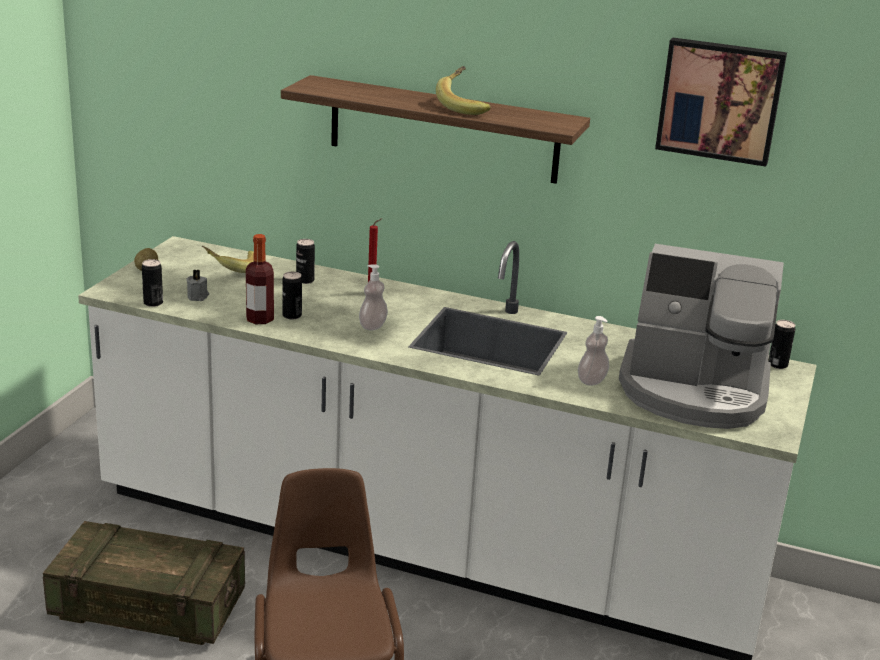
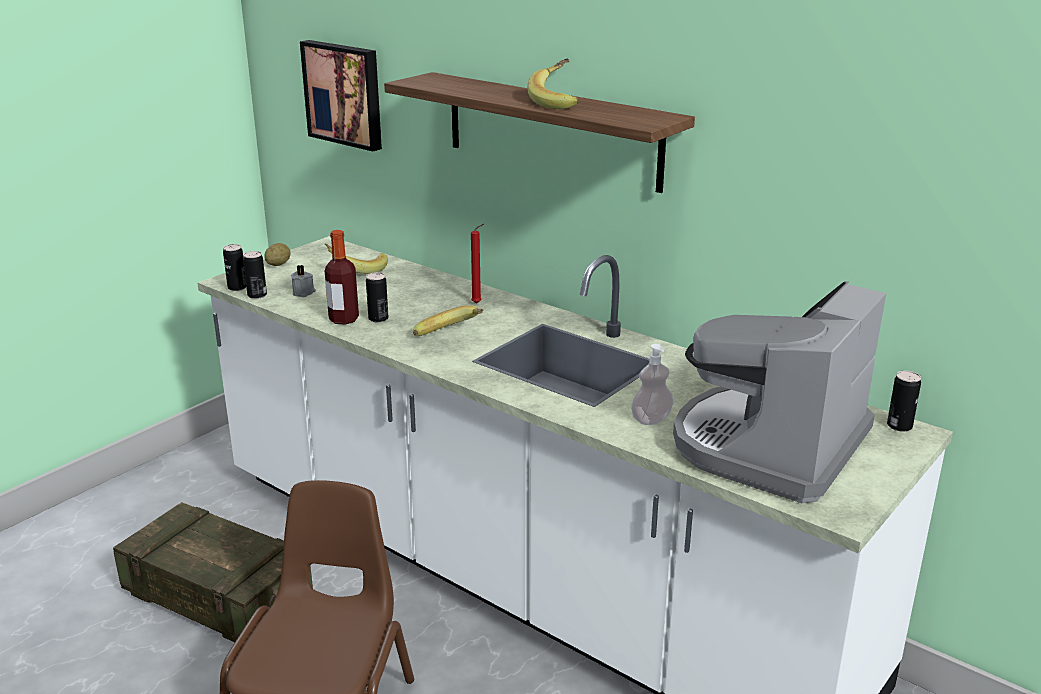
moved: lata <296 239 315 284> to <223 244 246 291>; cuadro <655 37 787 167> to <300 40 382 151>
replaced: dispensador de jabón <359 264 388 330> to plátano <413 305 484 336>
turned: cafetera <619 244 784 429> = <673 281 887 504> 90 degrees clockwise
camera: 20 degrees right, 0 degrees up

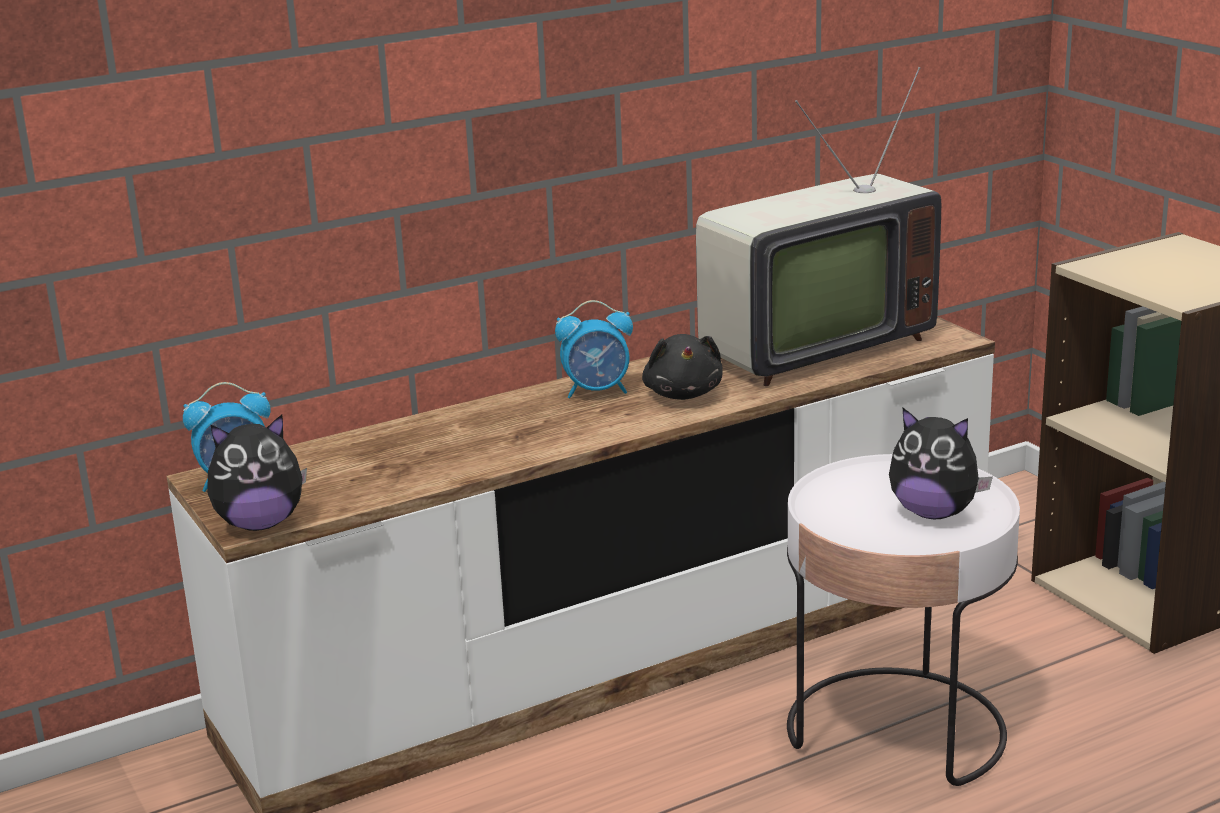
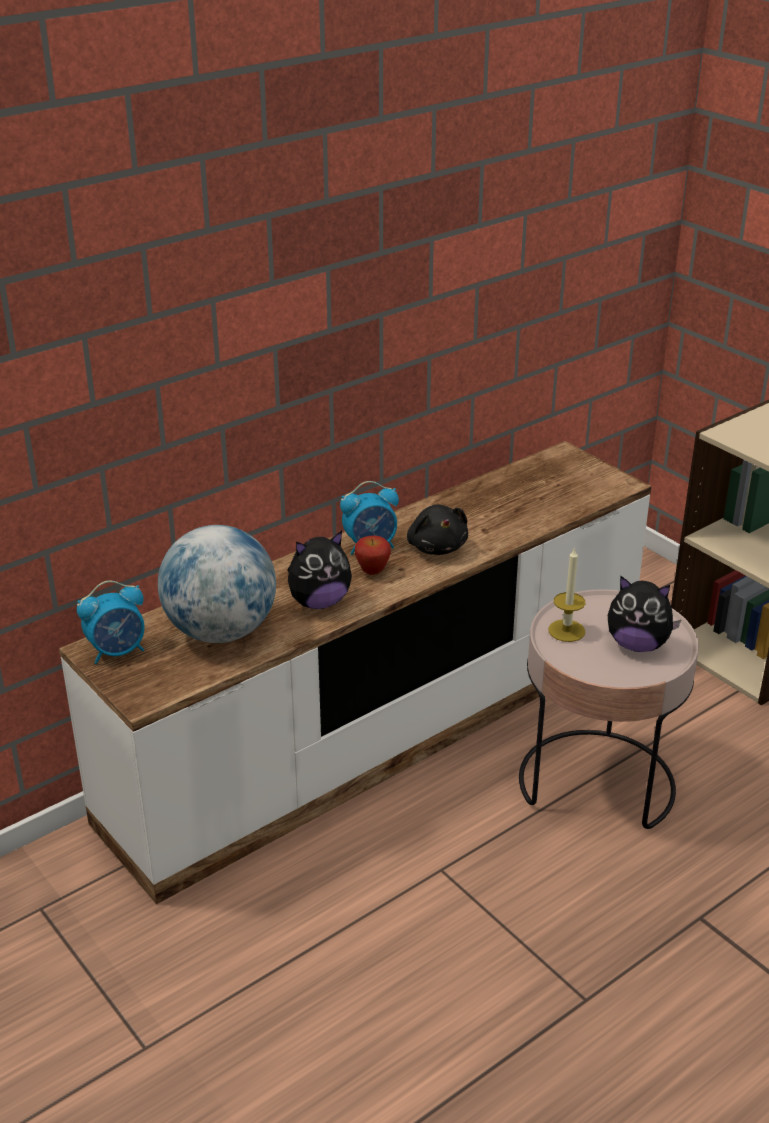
removed: televisor <696 67 941 386>
added: globo terráqueo <158 525 276 643>; manzana <355 536 391 575>; vela <548 547 585 642>
moved: peluche <207 415 307 531> to <287 531 352 609>
recoloured: mesa auxiliar/blanco <787 454 1020 786> to mesa auxiliar/rosa <519 589 699 829>
camera: 10 degrees left, 10 degrees up

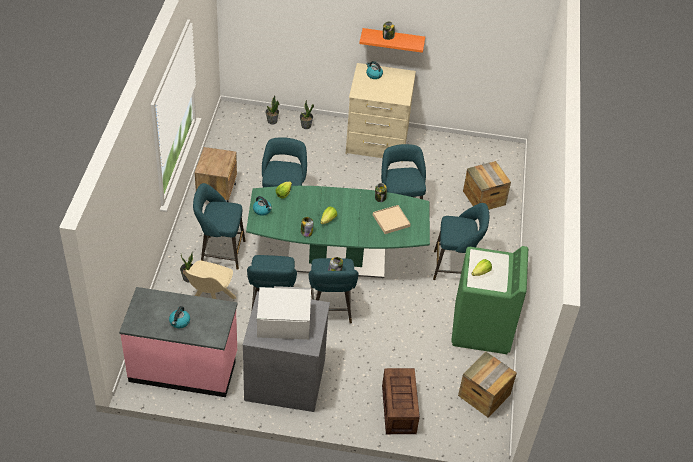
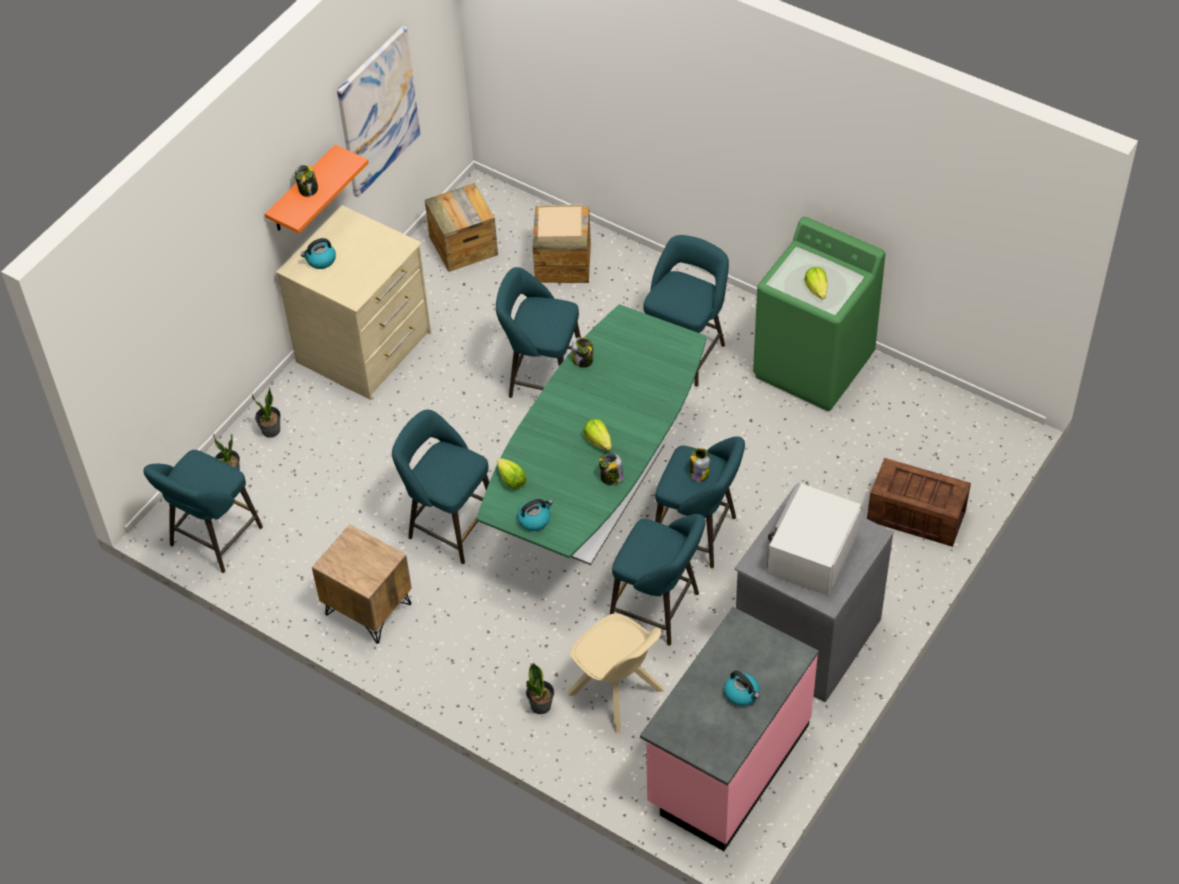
added: cuadro <337 26 420 198>
moved: taburete/turquesa <193 183 245 270> to <143 450 263 573>; bandeja/beis <373 205 411 234> to <538 205 582 241>; caja de embalaje <458 352 517 418> to <425 183 498 272>
camera: 60 degrees left, 5 degrees up

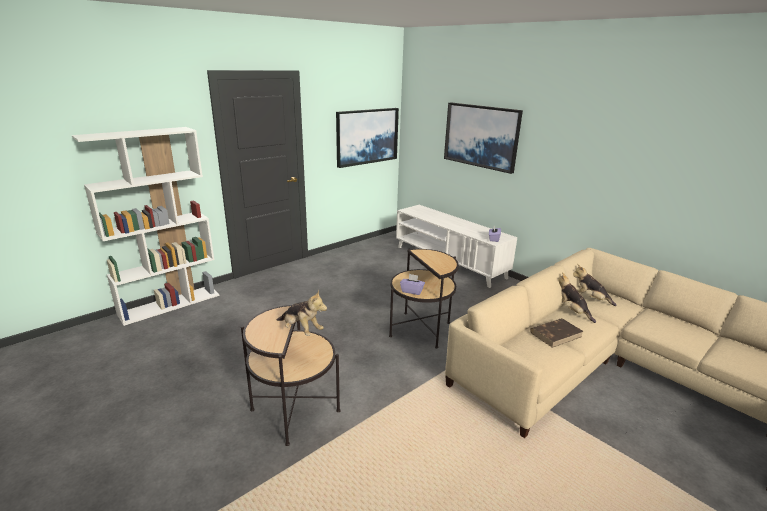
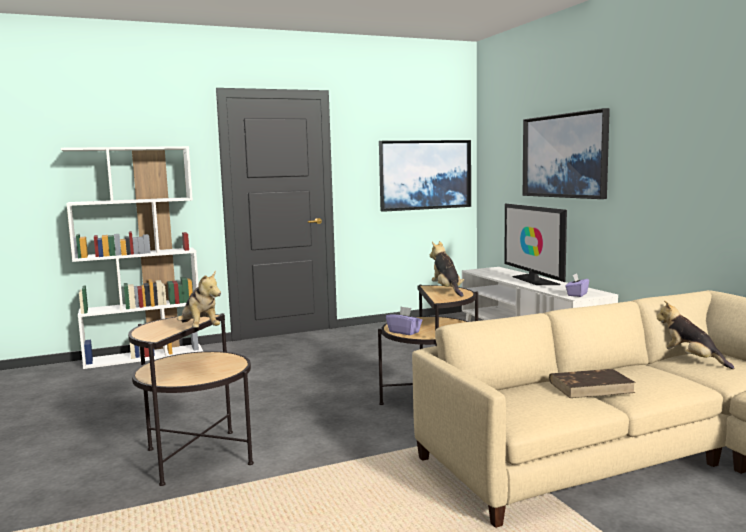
added: televisor <504 204 567 285>
moved: peluche <558 272 596 323> to <430 241 464 297>
camera: 20 degrees right, 15 degrees down

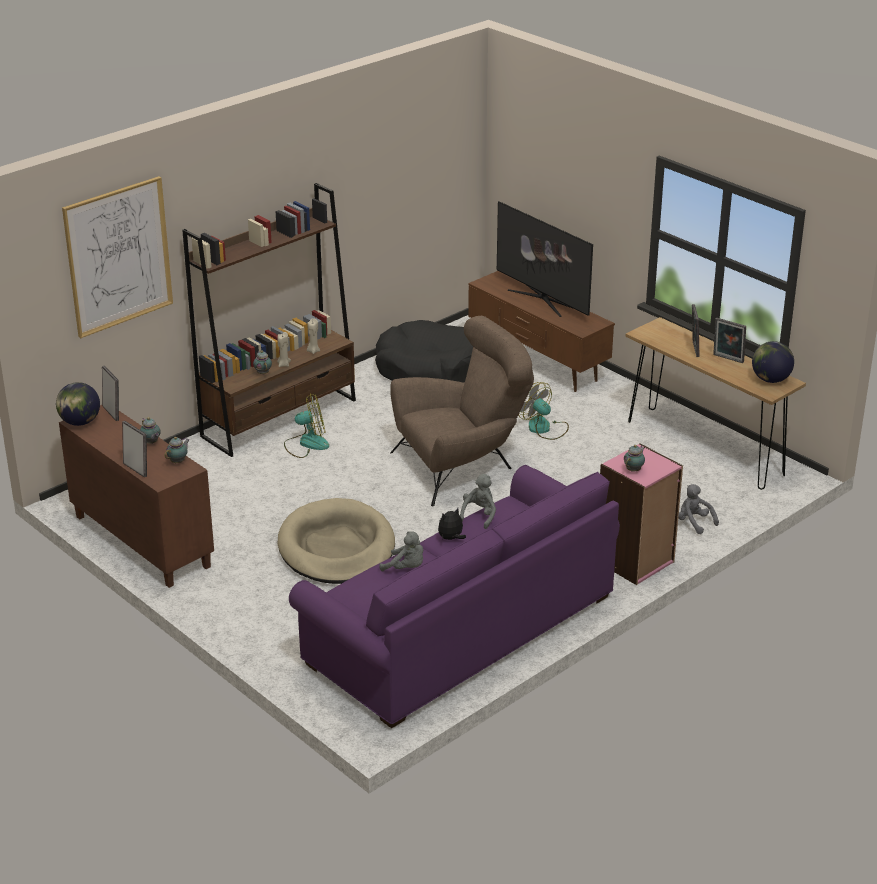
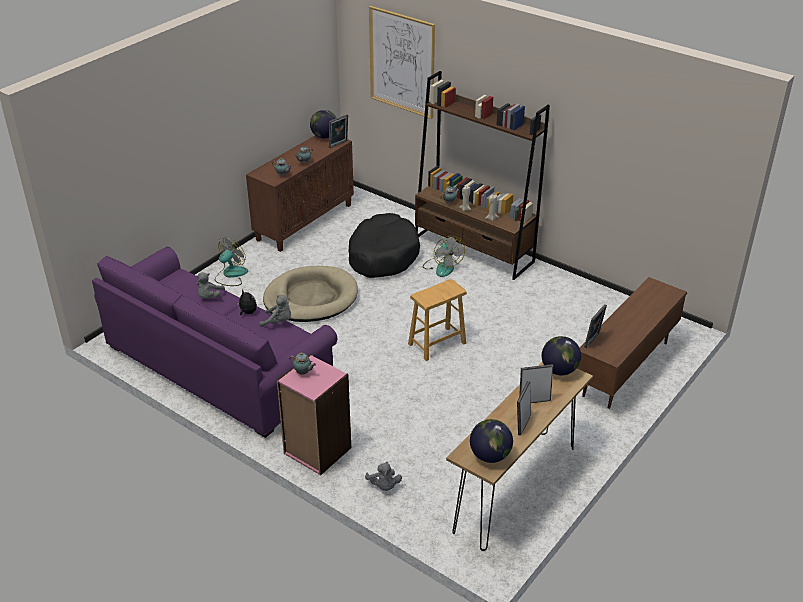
removed: televisor <497 201 593 317>
added: globo terráqueo <542 336 581 375>
moved: portarretratos <122 421 147 477> to <584 304 607 348>; cama para perro/negro <375 320 473 383> to <348 213 420 278>; ventilador <519 382 569 440> to <215 237 248 286>
replaced: sillón/marrón <390 316 534 506> to taburete/marrón <408 279 467 361>
turned: peluche/gris <678 484 719 534> = <365 461 402 491> 120 degrees clockwise
camera: 80 degrees right, 5 degrees up

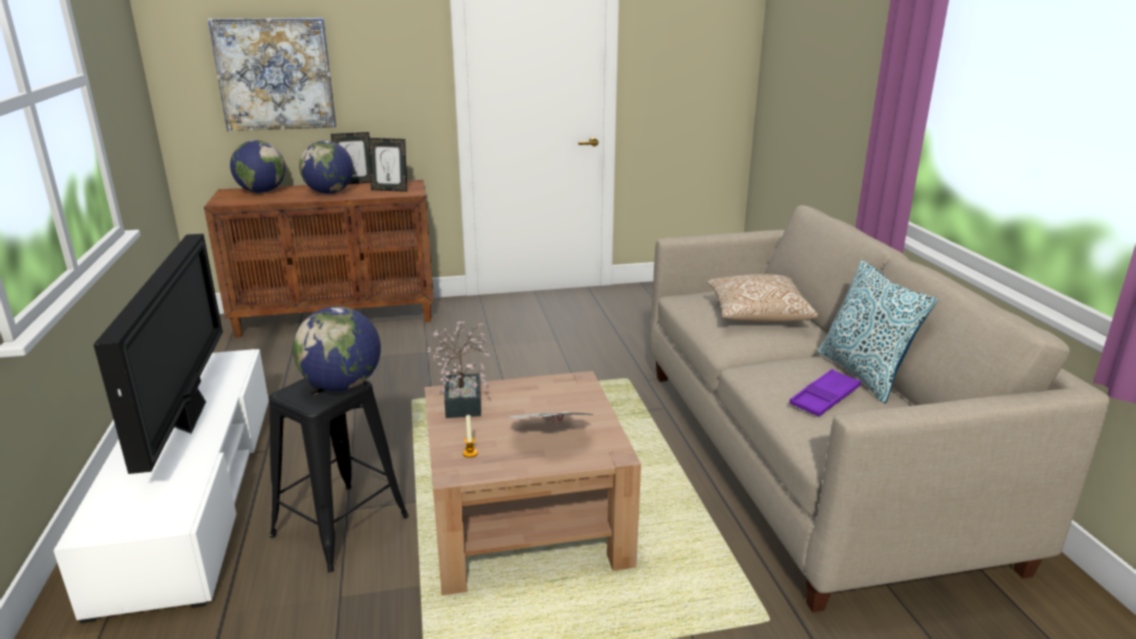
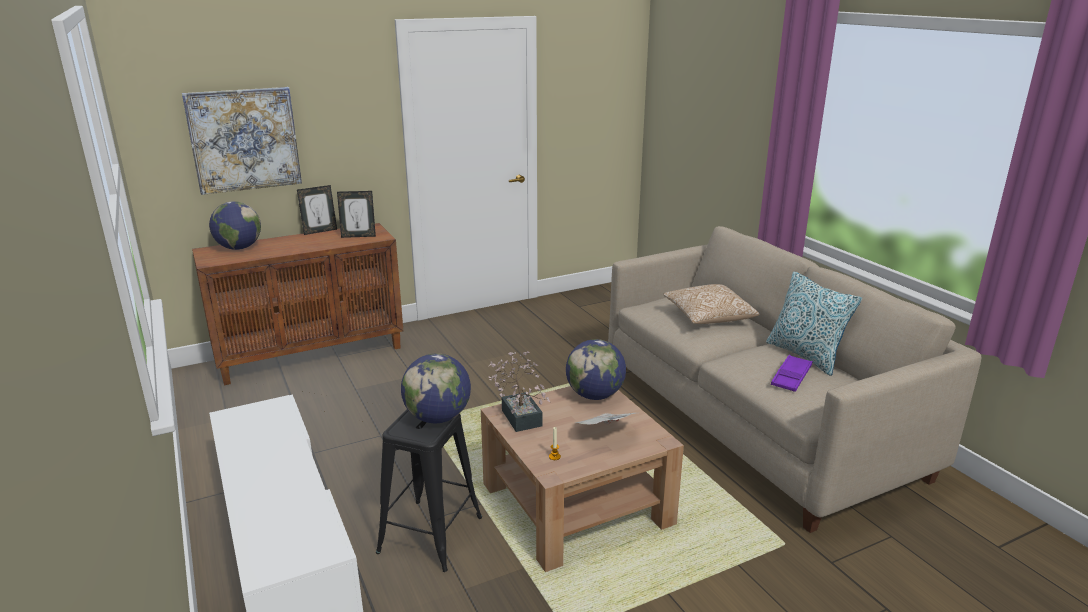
removed: televisor <93 234 223 474>
moved: globo terráqueo <299 141 353 194> to <566 339 626 400>
camera: 15 degrees left, 0 degrees up

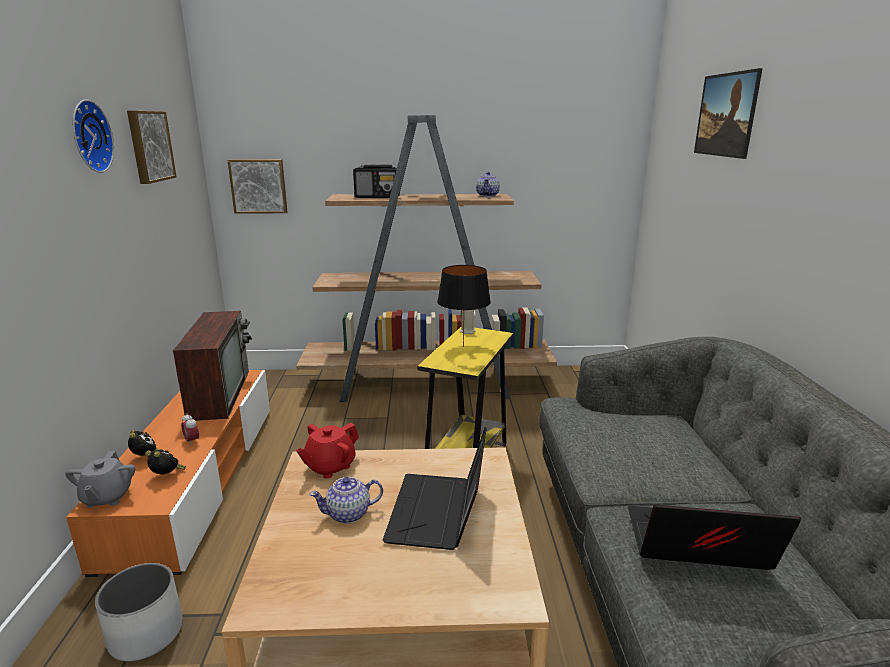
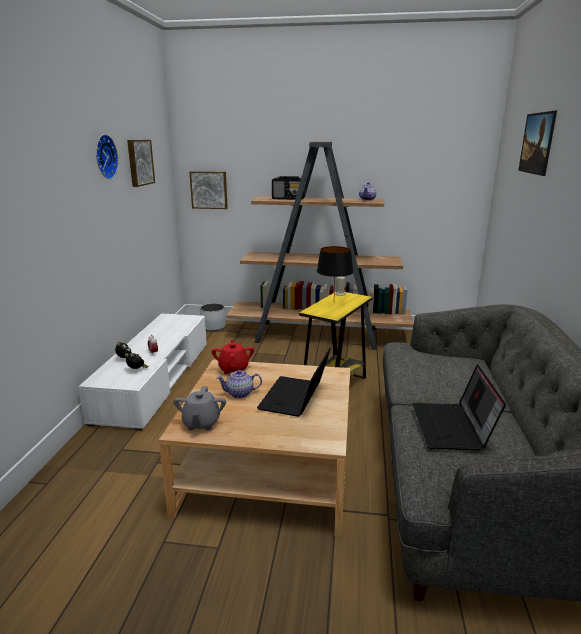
removed: televisor <173 311 252 421>
moved: tetera/gris <65 451 135 508> to <174 386 226 430>; maceta/blanco <95 563 183 662> to <200 303 226 331>
recoloured: mueble de televisión/naranja <66 370 270 577> to mueble de televisión/blanco <78 314 207 431>
turned: tetera/rojo <296 423 359 478> = <211 340 254 374> 120 degrees clockwise; portátil <628 505 801 570> = <412 364 506 450> 105 degrees counterclockwise
camera: 10 degrees right, 0 degrees up

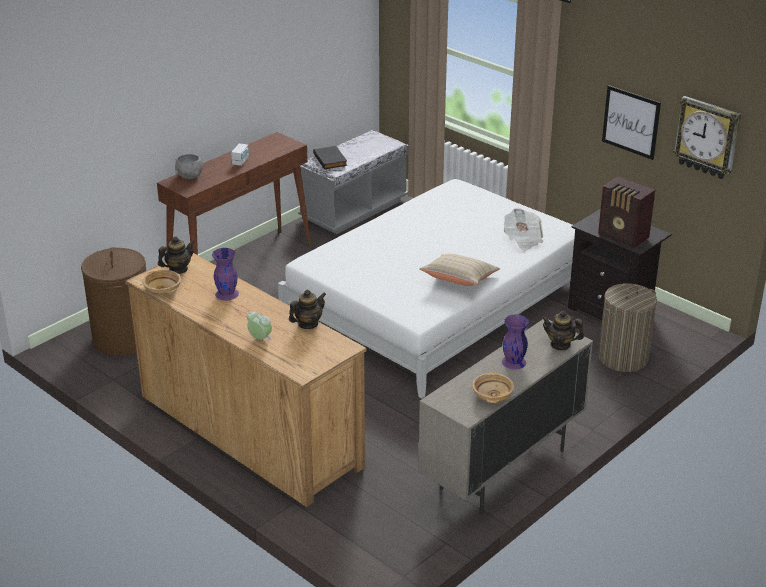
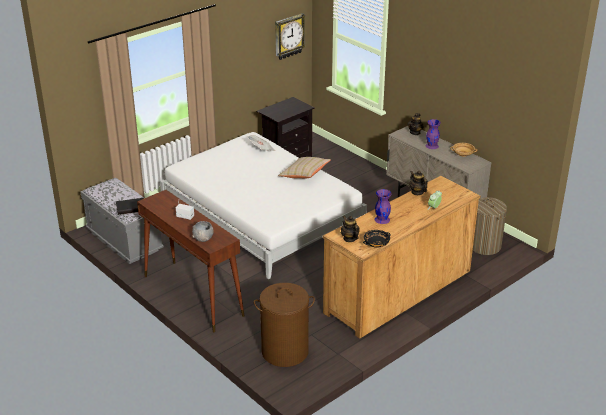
removed: radio <598 177 655 248>; cuadro <602 85 661 160>
moved: cesto de la ropa <598 283 657 372> to <473 197 507 255>
recoloured: cuenco/beis <142 270 181 295> to cuenco/negro <363 230 391 248>
camera: 85 degrees left, 0 degrees up

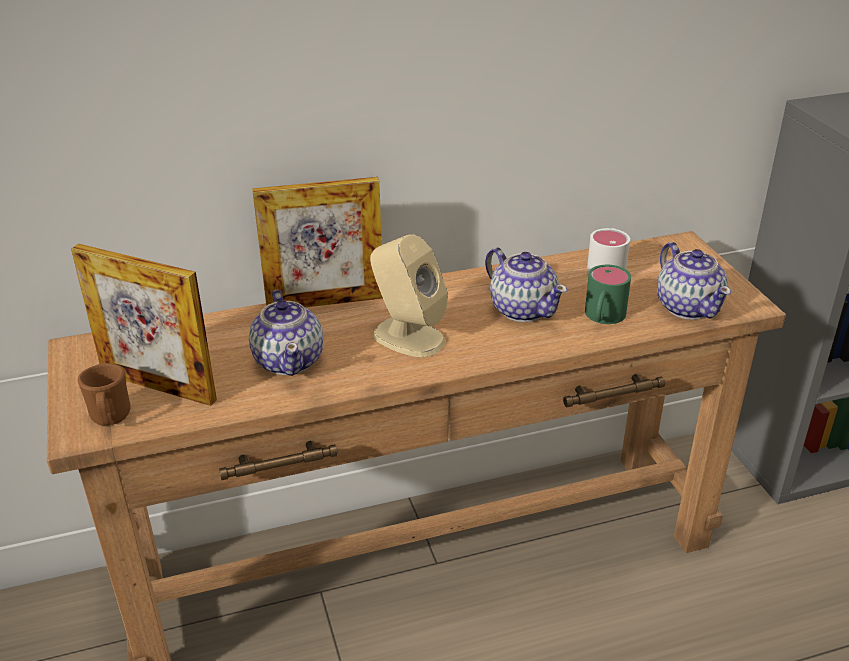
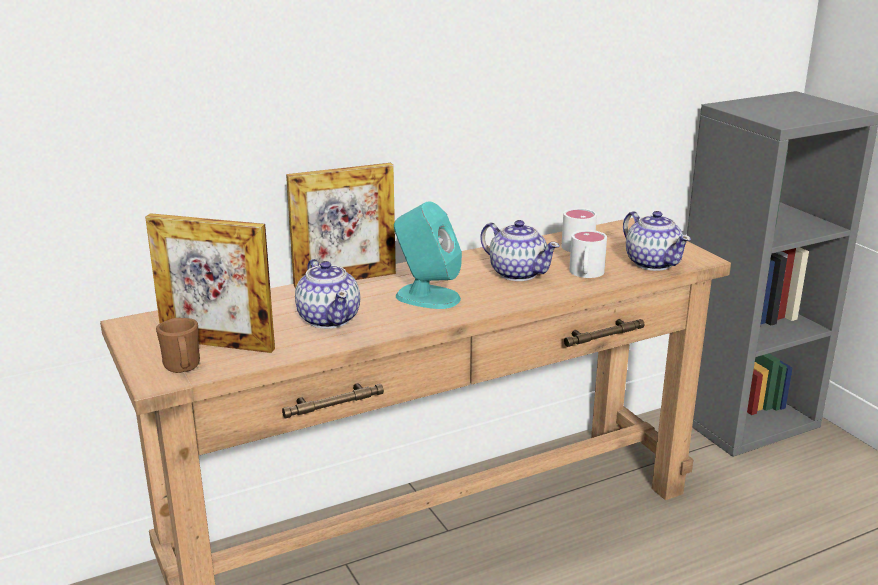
recoloured: altavoz/beis <370 234 448 357> to altavoz/turquesa <394 202 462 309>; taza grande/verde <585 265 631 324> to taza grande/blanco <569 230 607 278>
camera: 10 degrees left, 10 degrees down

